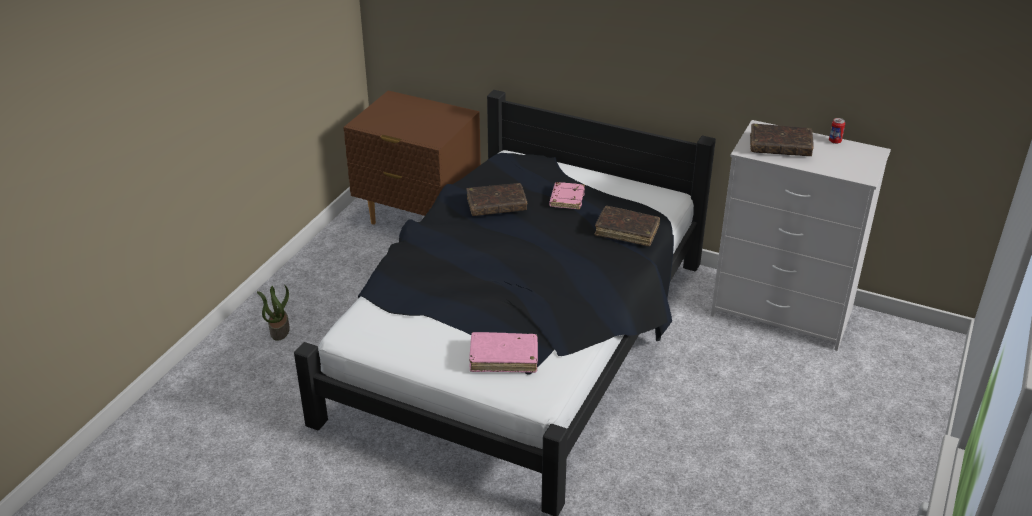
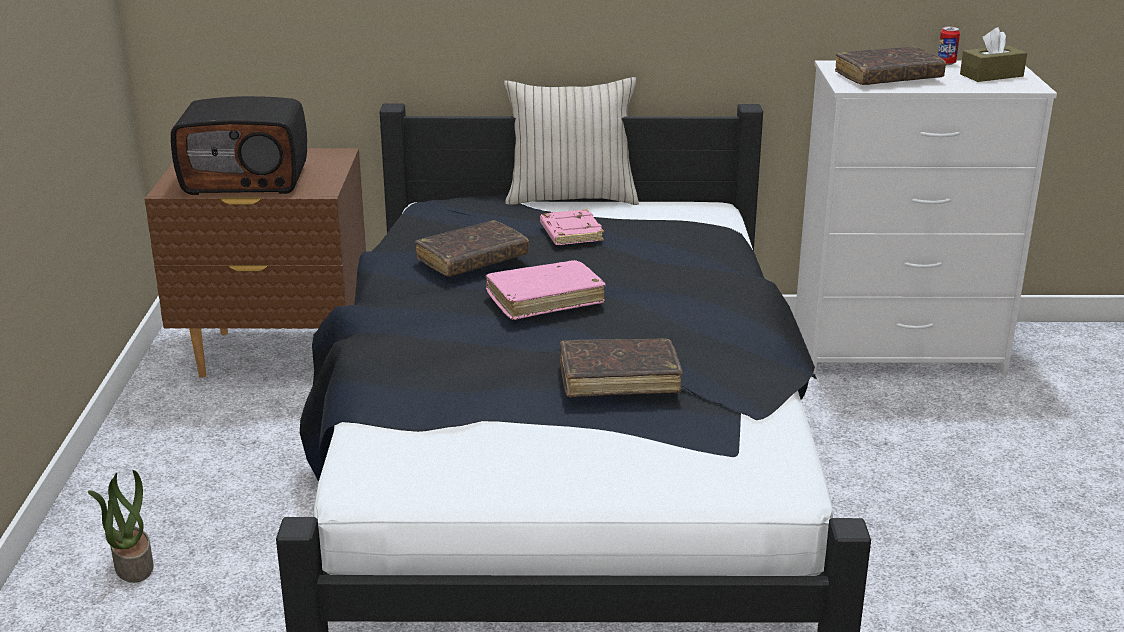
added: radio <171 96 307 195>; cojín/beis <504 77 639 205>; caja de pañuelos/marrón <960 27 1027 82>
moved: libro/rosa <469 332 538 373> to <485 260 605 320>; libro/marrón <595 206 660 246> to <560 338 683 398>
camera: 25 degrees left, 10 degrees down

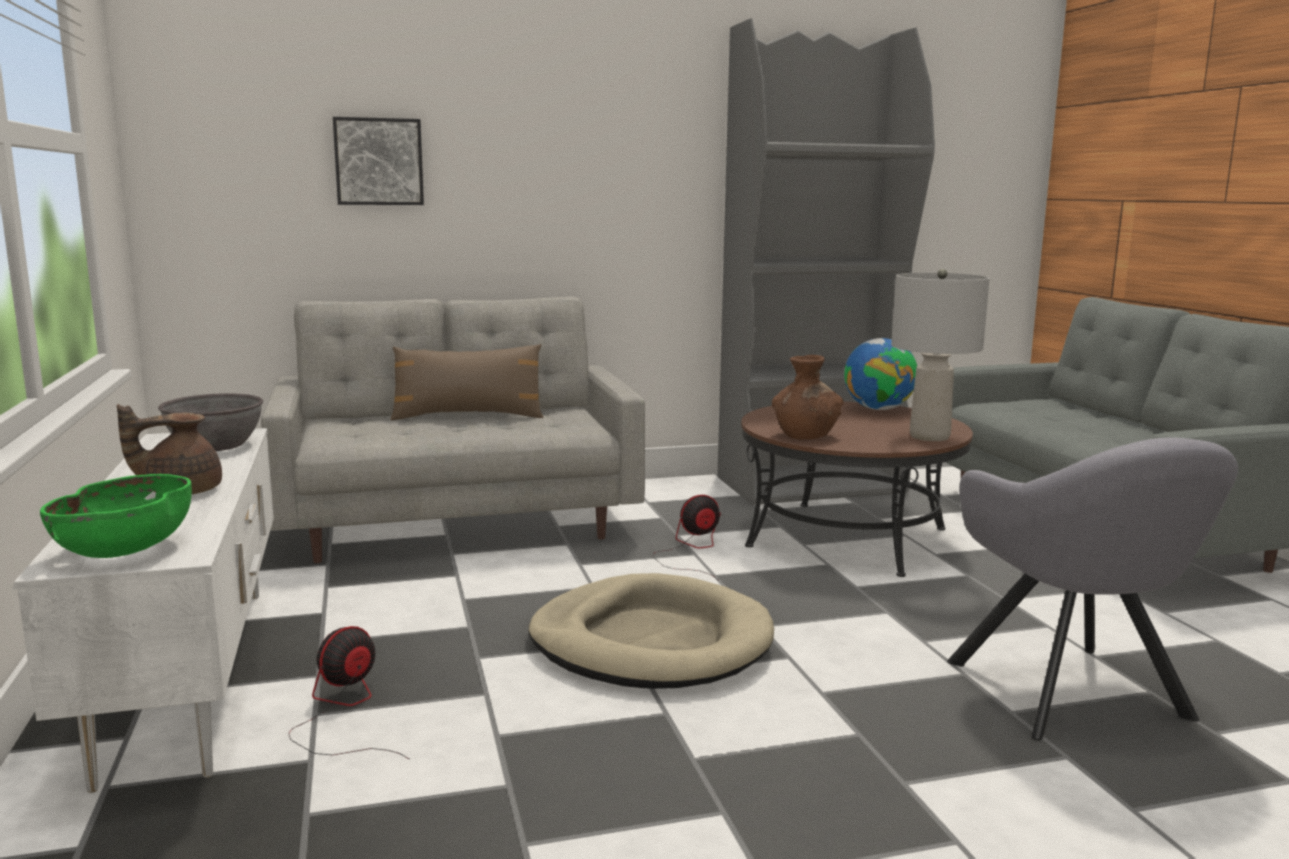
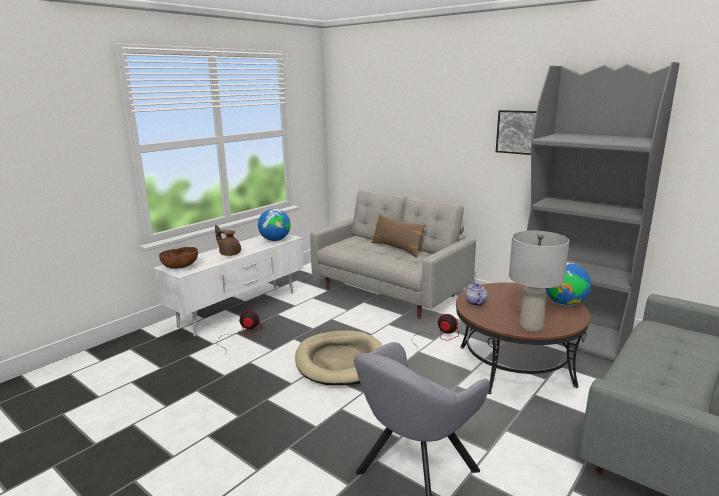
moved: cuadro <333 117 424 205> to <496 110 537 155>
replaced: cuenco/gris <158 393 263 451> to globo terráqueo <258 209 291 241>; florero/marrón <772 355 844 439> to tetera <466 282 488 306>
recoloured: cuenco/verde <40 474 192 558> to cuenco/marrón <159 247 198 269>
camera: 55 degrees right, 5 degrees up

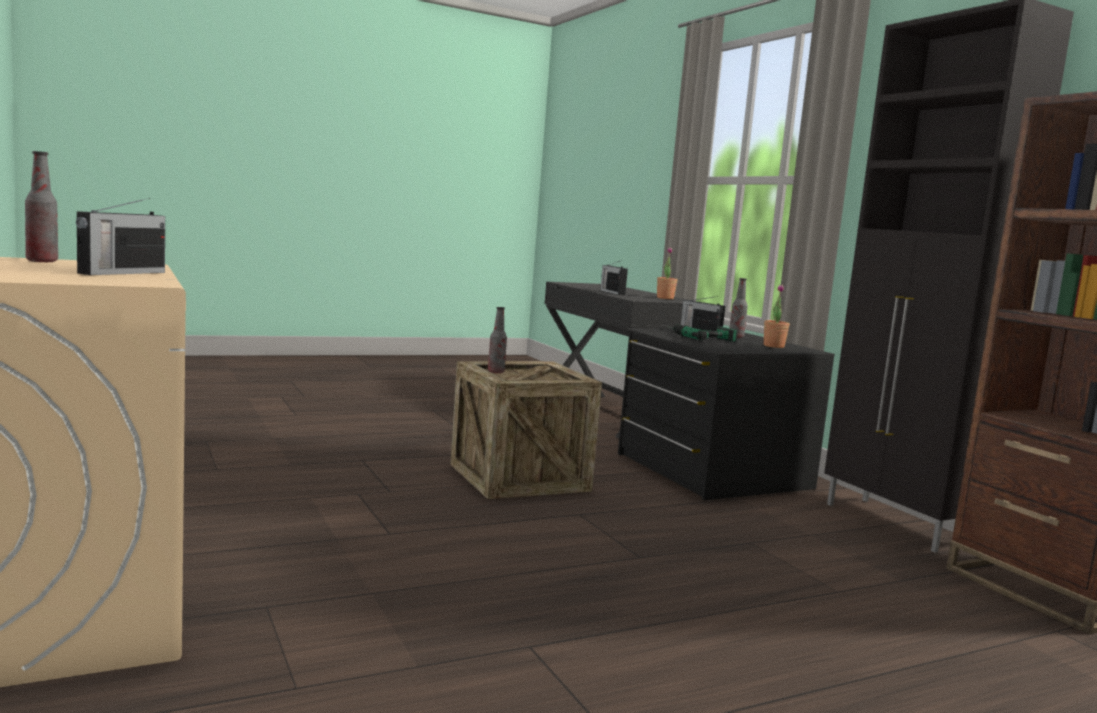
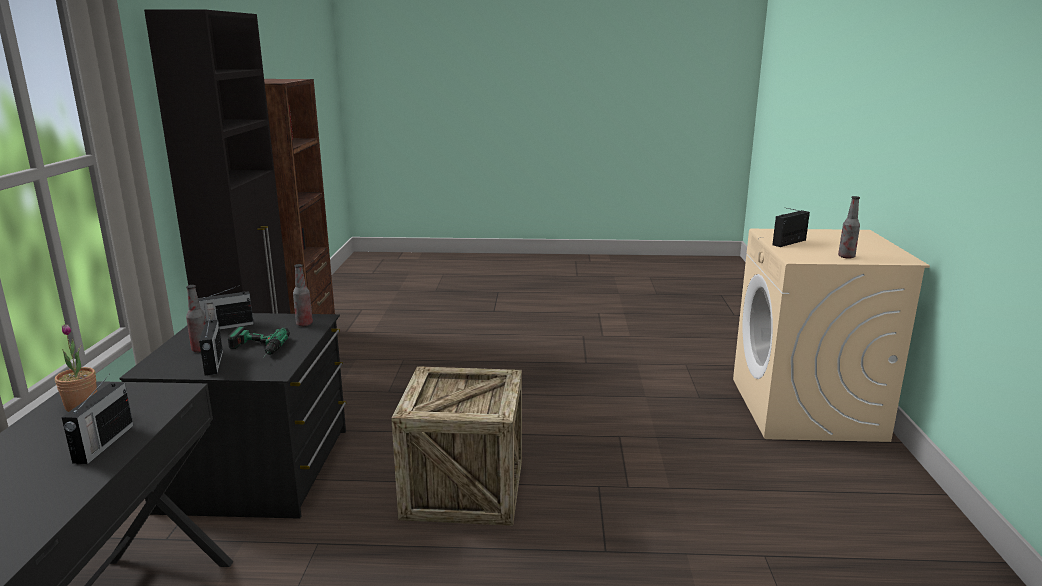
moved: botella <488 307 507 373> to <293 264 313 326>
replaced: planta en maceta <764 284 790 348> to radio <198 285 254 330>
camera: 150 degrees left, 10 degrees up

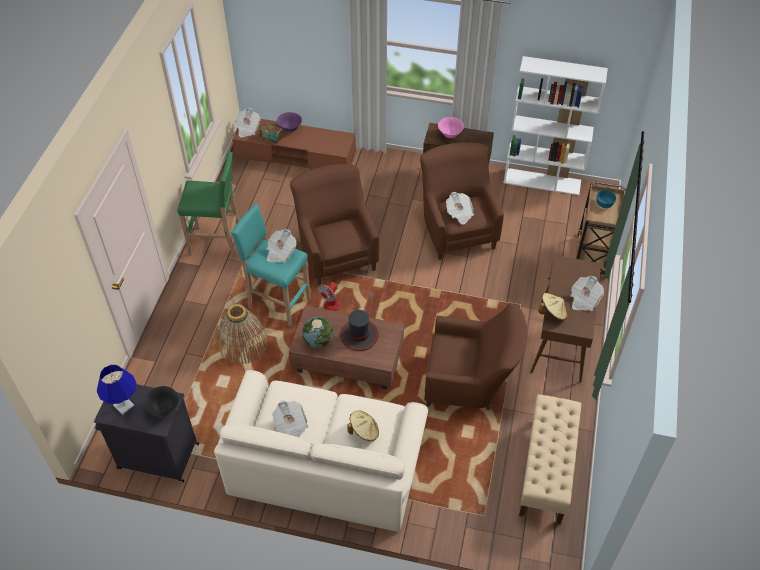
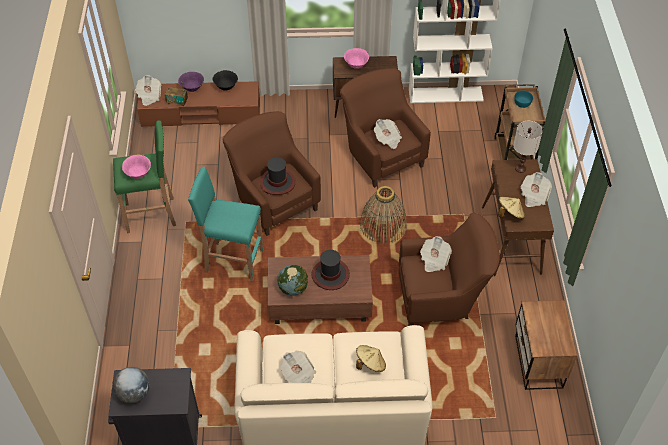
removed: ventilador <318 282 373 311>
added: cuenco/rosa <122 155 151 179>; sombrero <260 157 296 195>; lámpara de mesa/blanco <513 121 543 173>
moved: cuenco/negro <144 386 179 416> to <213 70 238 91>; cesta <217 304 268 364> to <360 186 407 244>; periódico <266 229 296 263> to <420 236 452 272>
replaced: lámpara de mesa/azul <97 365 137 415> to globo terráqueo <113 367 150 403>; banco/beis <519 394 581 525> to mesita de noche <515 300 577 390>
camera: 15 degrees left, 0 degrees up

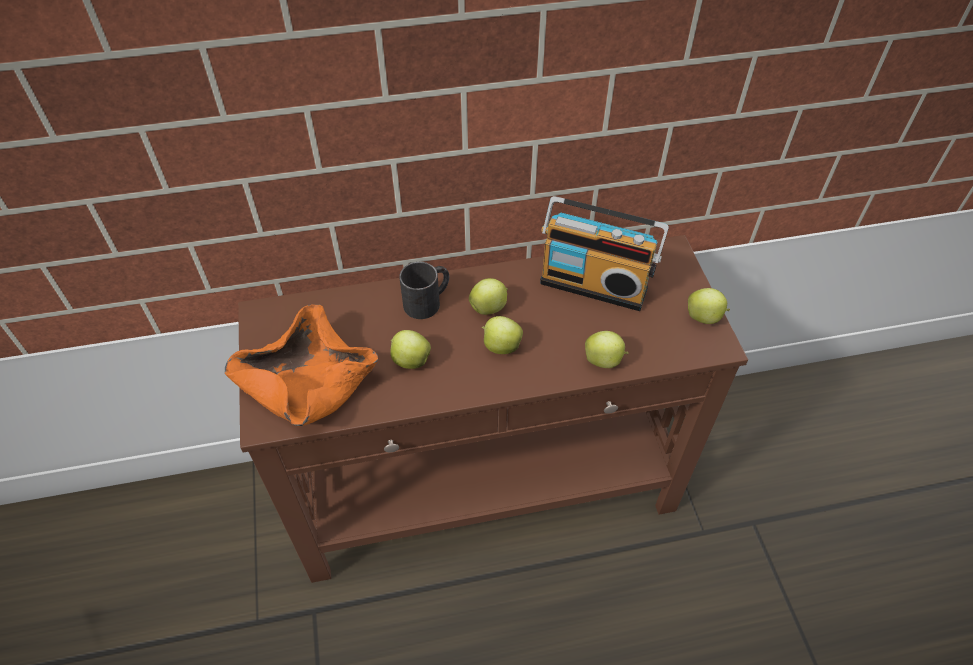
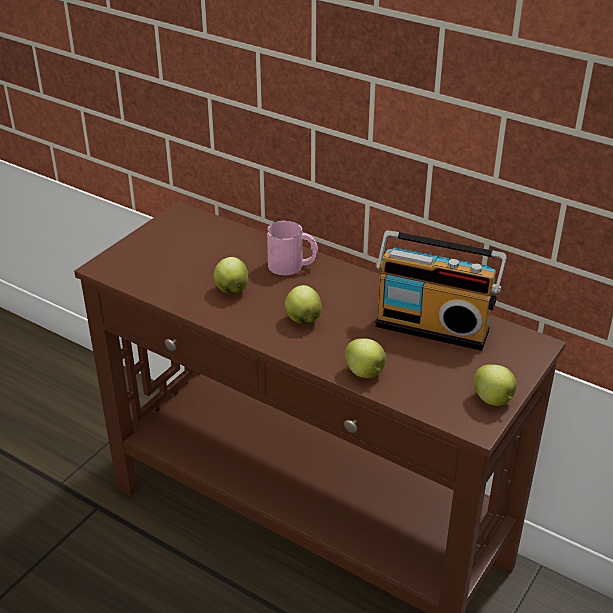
removed: cuenco/naranja <225 304 378 426>; manzana <469 278 508 315>
recoloured: taza grande/negro <399 262 449 319> to taza grande/rosa <267 221 318 275>
turned: radio <540 196 669 311> = <375 230 507 351> 45 degrees counterclockwise
camera: 45 degrees right, 15 degrees down

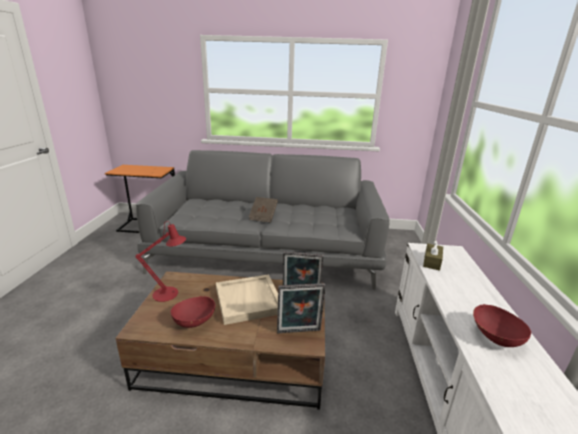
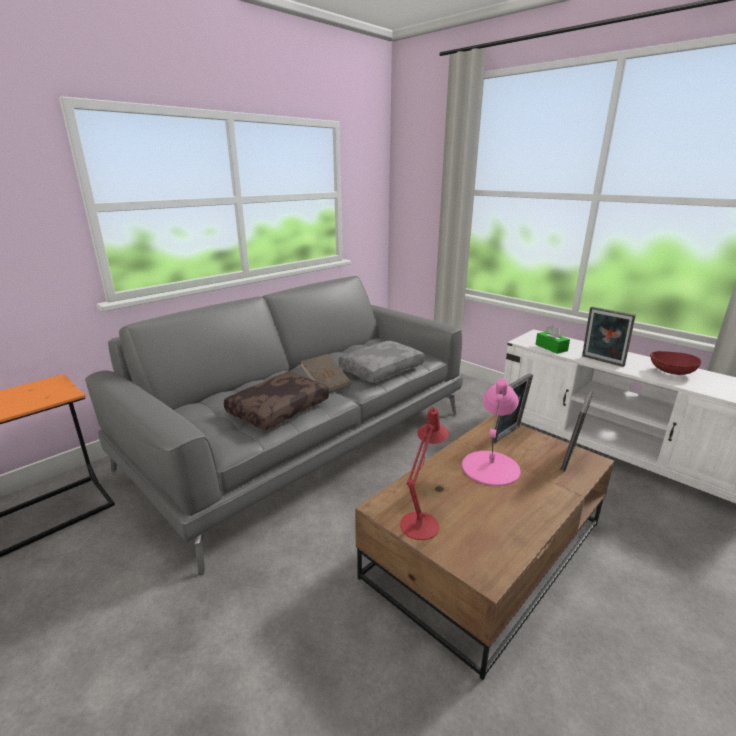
removed: cuenco/rojo <170 296 215 328>
added: cojín/marrón <224 372 329 431>; cojín/gris <339 341 425 383>; portarretratos <582 306 636 367>
replaced: bandeja/beis <216 274 278 325> to lámpara de mesa/rosa <462 378 521 486>
recoloured: caja de pañuelos/marrón <423 239 443 271> to caja de pañuelos/verde <535 325 570 354>
camera: 50 degrees left, 0 degrees up

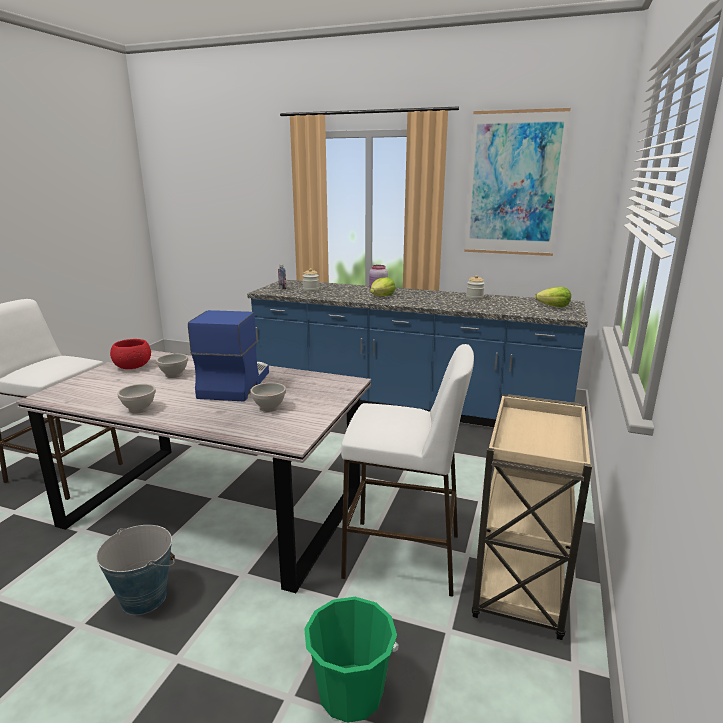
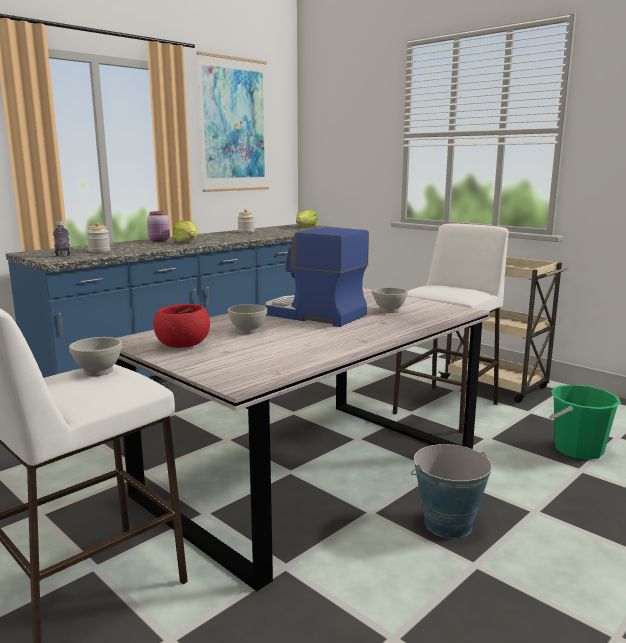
moved: cuenco/blanco <117 384 156 413> to <69 337 122 376>
camera: 65 degrees left, 5 degrees down

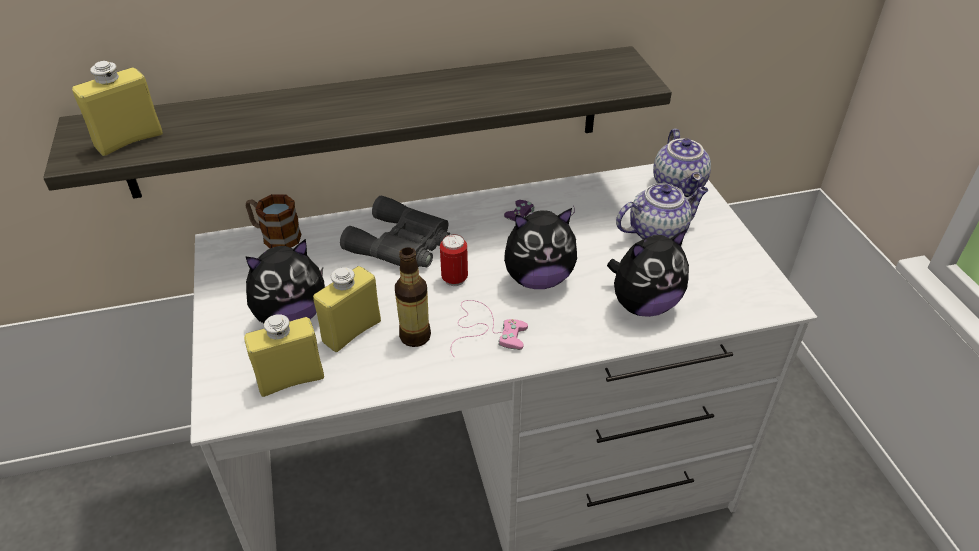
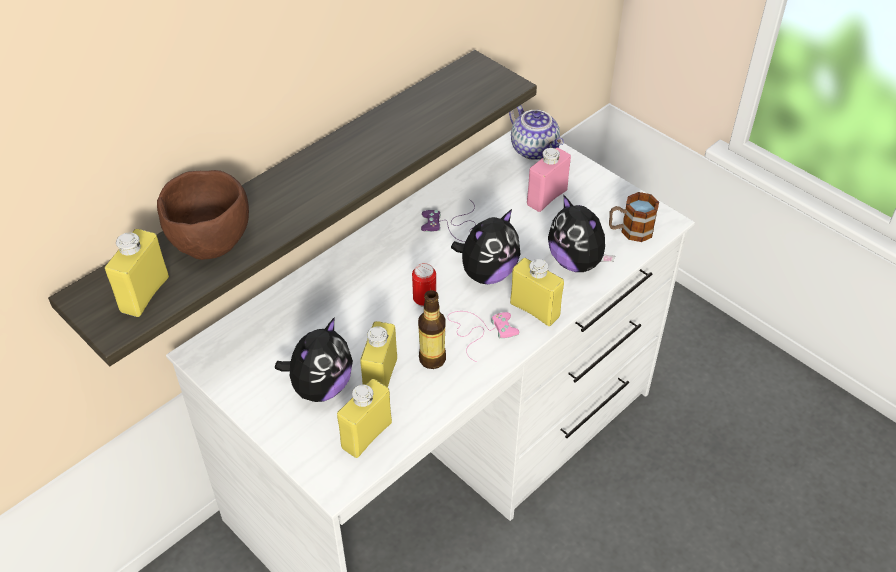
removed: prismáticos/gris <340 196 450 268>
added: cuenco/marrón <157 170 249 260>; botella/amarillo <510 258 564 326>
moved: taza grande <246 194 302 248> to <609 192 659 242>
replaced: tetera <616 183 708 239> to botella/rosa <527 147 571 212>
turned: peluche <607 229 689 317> = <548 194 615 272> 105 degrees clockwise
camera: 30 degrees left, 5 degrees up

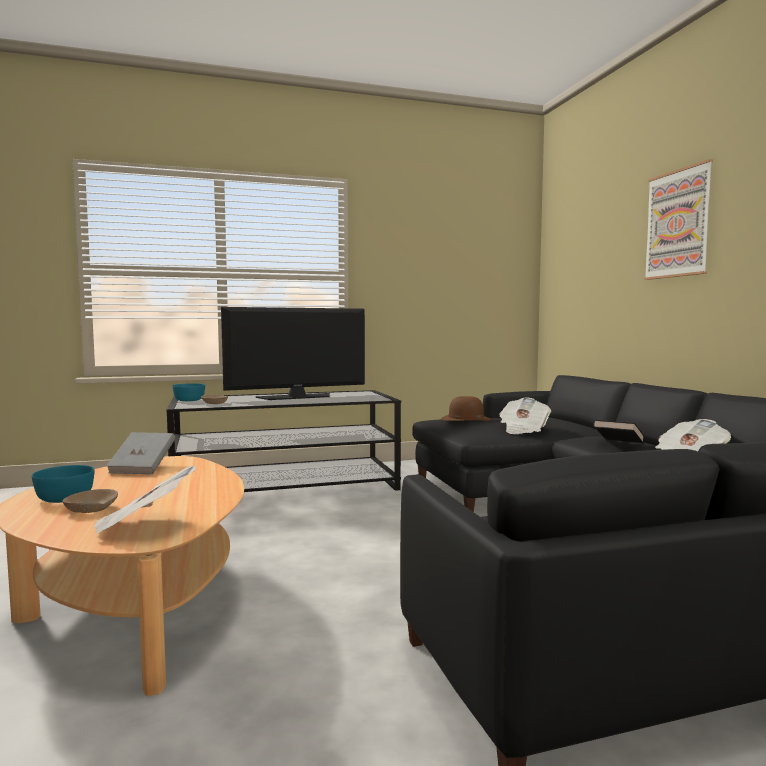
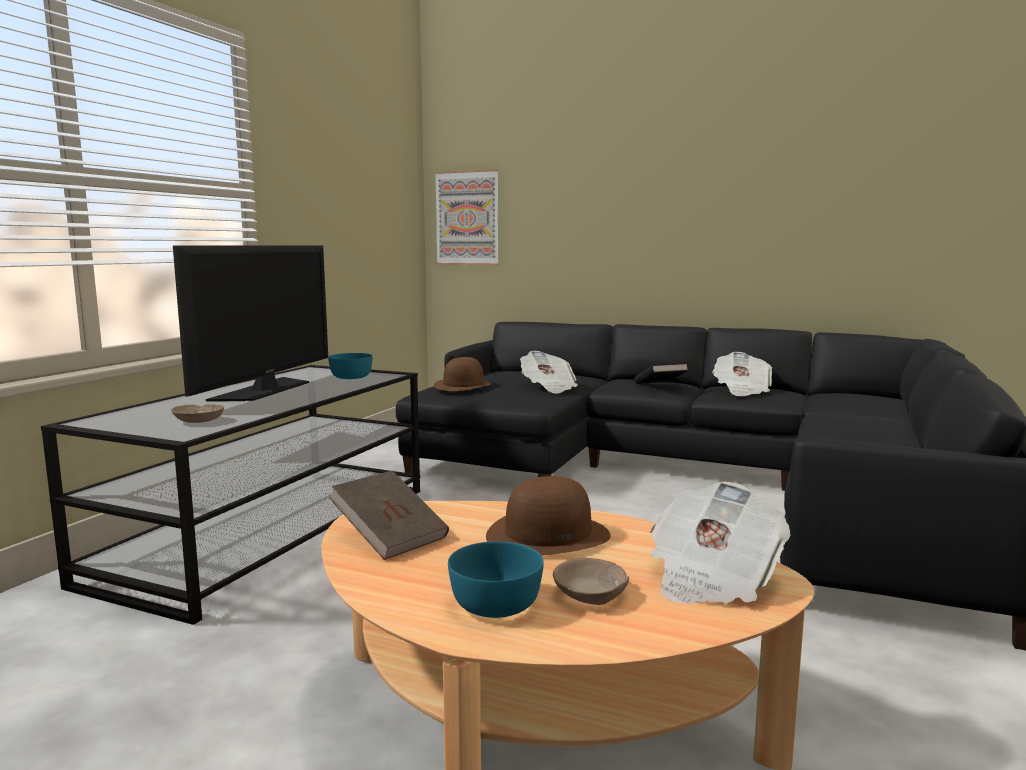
added: sombrero/marrón <486 476 611 556>
moved: cuenco/turquesa <172 383 205 401> to <328 353 373 379>; cuadro <644 159 713 280> to <435 169 499 265>
recoloured: libro/gris <106 432 175 474> to libro/marrón <329 471 449 560>
camera: 50 degrees left, 5 degrees up

